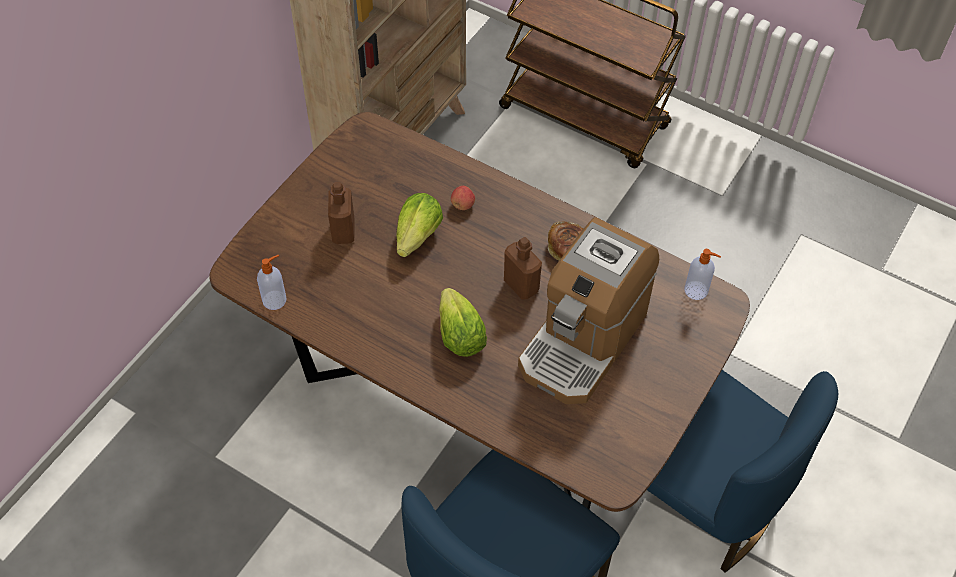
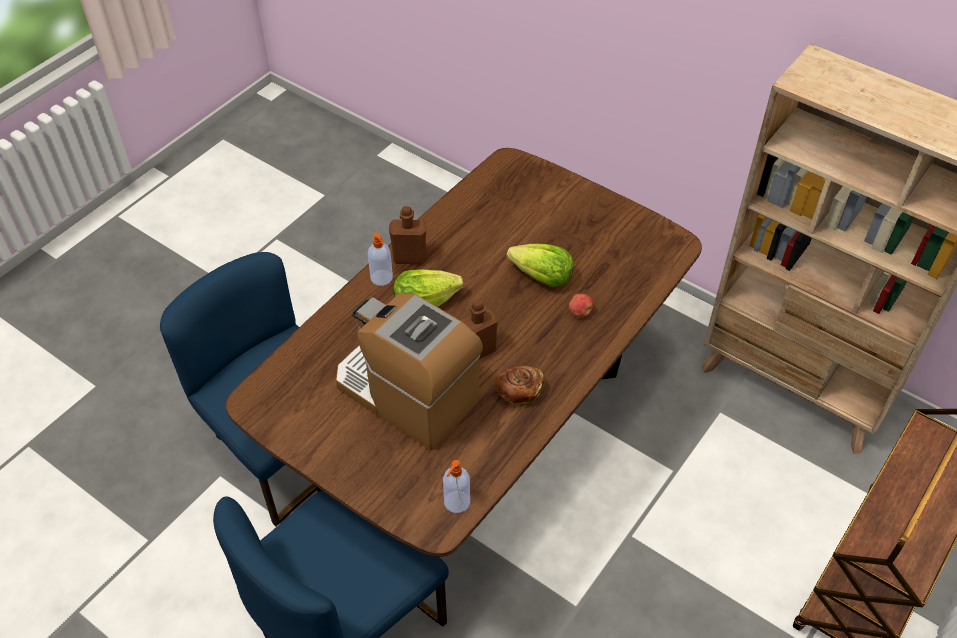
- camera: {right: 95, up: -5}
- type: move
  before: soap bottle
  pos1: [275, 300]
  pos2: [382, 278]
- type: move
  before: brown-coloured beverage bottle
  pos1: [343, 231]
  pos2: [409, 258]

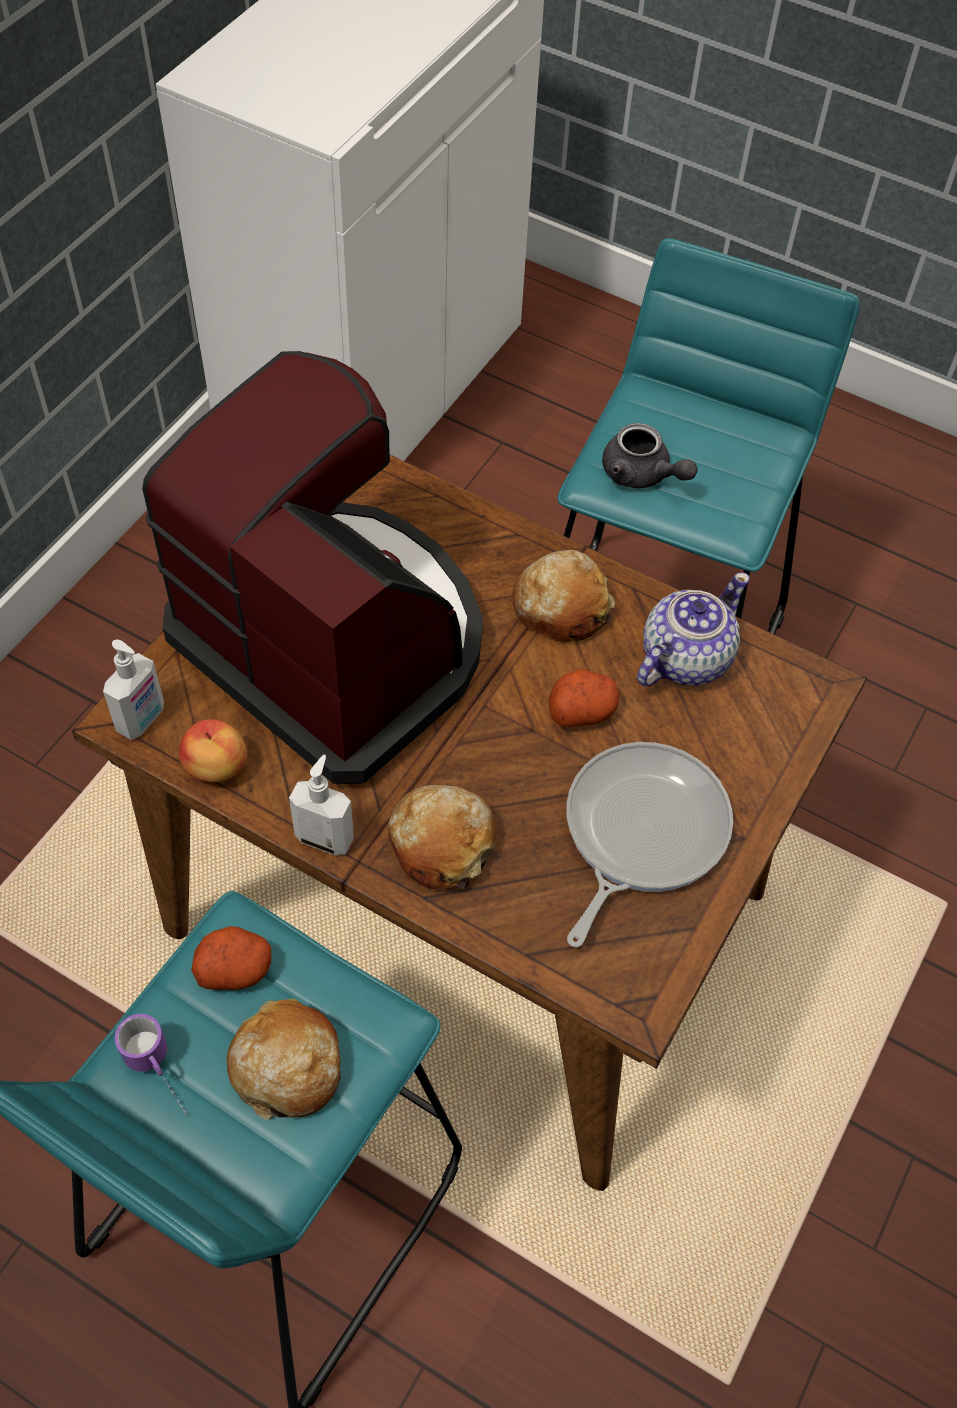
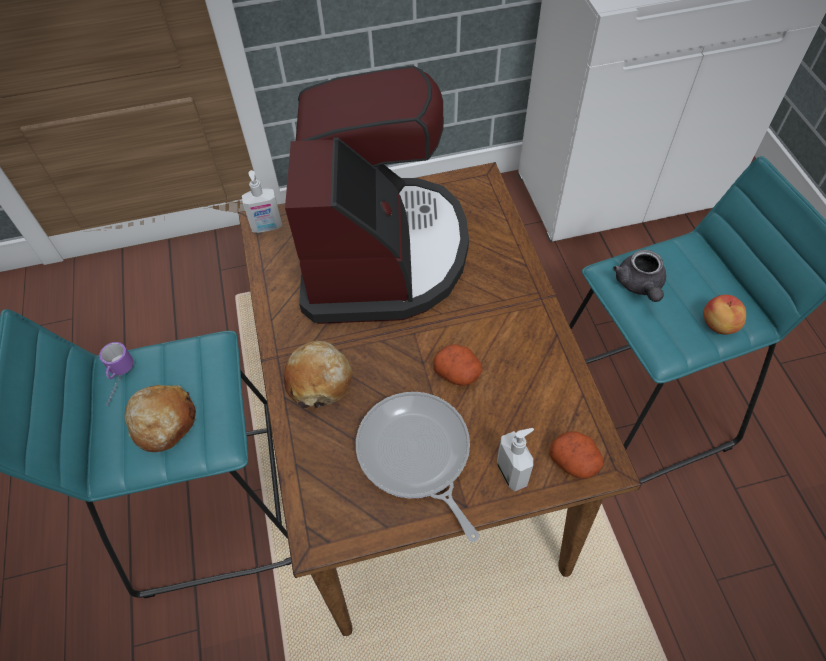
- camera: {right: 50, up: 0}
- type: rotate
  before: skillet
  pos1: [640, 832]
  pos2: [416, 455]
  turn: -105
- type: move
  before: soap bottle
  pos1: [325, 837]
  pos2: [512, 472]
- type: move
  before: spud
  pos1: [235, 968]
  pos2: [575, 461]
- type: move
  before: apple fruit
  pos1: [216, 768]
  pos2: [718, 325]
- type: delete
  before: baked bread
  pos1: [561, 607]
- type: delete
  before: teapot
  pos1: [684, 658]

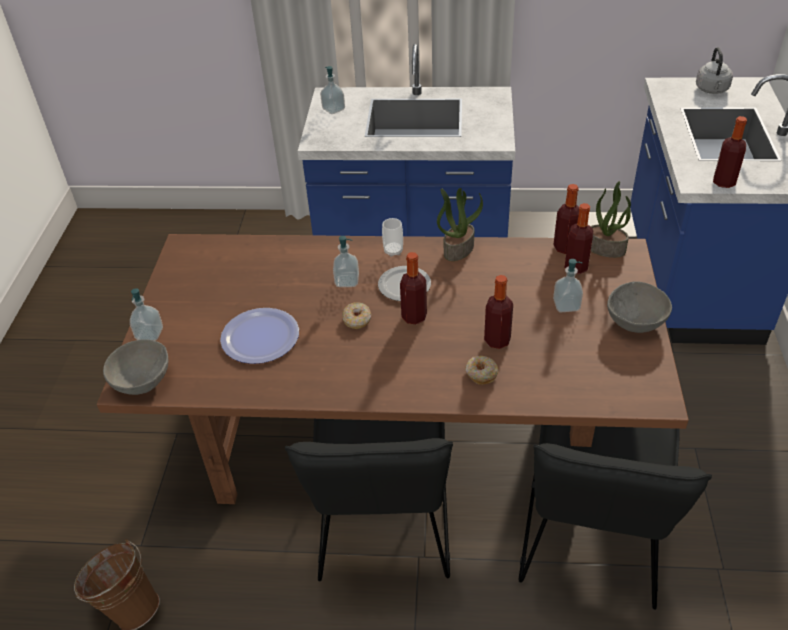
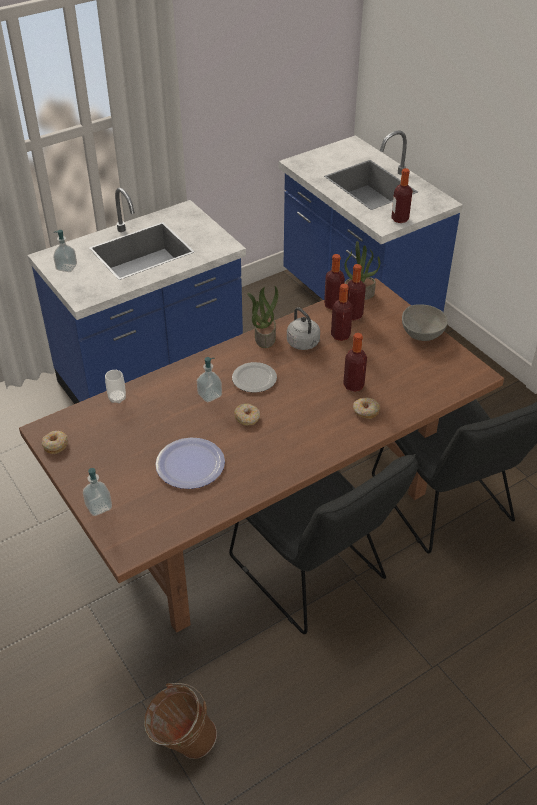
- camera: {right: -40, up: 0}
- type: insert
  after: ring doughnut
  pos2: [55, 445]
- type: move
  before: drinking cup
  pos1: [393, 251]
  pos2: [117, 398]
- type: move
  before: greyish tea kettle
  pos1: [712, 90]
  pos2: [304, 344]
- type: move
  before: beverage bottle
  pos1: [414, 317]
  pos2: [340, 335]
- type: delete
  before: greyish serving bowl
  pos1: [143, 381]
- type: delete
  before: soap bottle
  pos1: [566, 305]

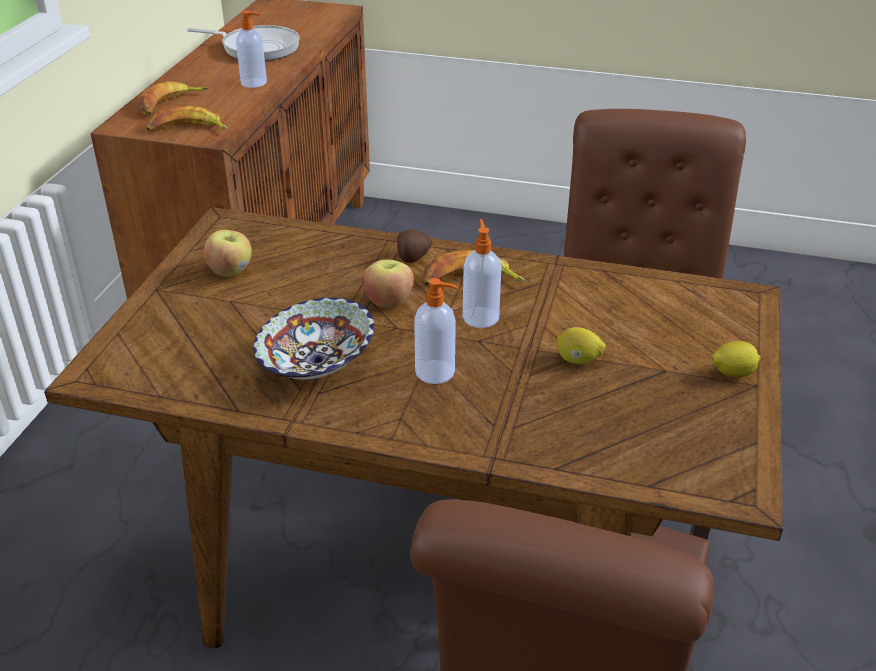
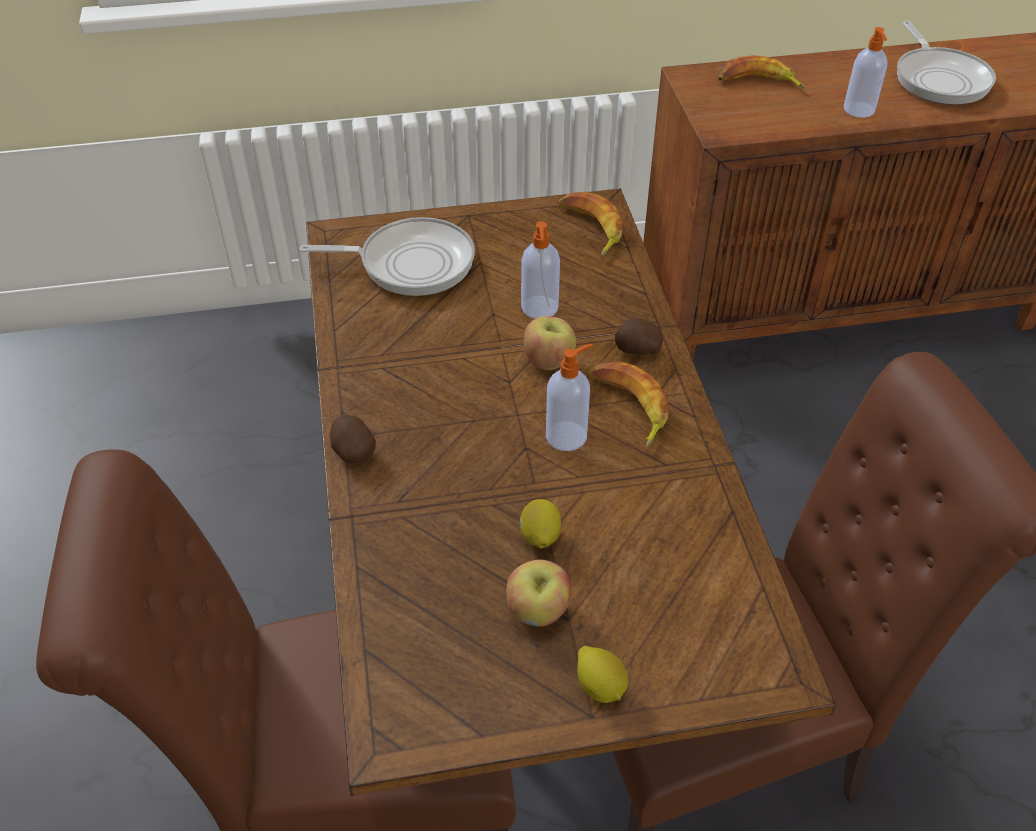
- camera: {right: 65, up: 10}
- type: insert
  after: skillet
  pos2: [410, 263]
- type: insert
  after: spud
  pos2: [352, 451]
- type: move
  before: apple fruit
  pos1: [230, 271]
  pos2: [538, 611]
- type: move
  before: soap bottle
  pos1: [436, 372]
  pos2: [539, 308]
- type: move
  before: banana
  pos1: [187, 129]
  pos2: [590, 228]
- type: delete
  before: serving bowl
  pos1: [318, 365]

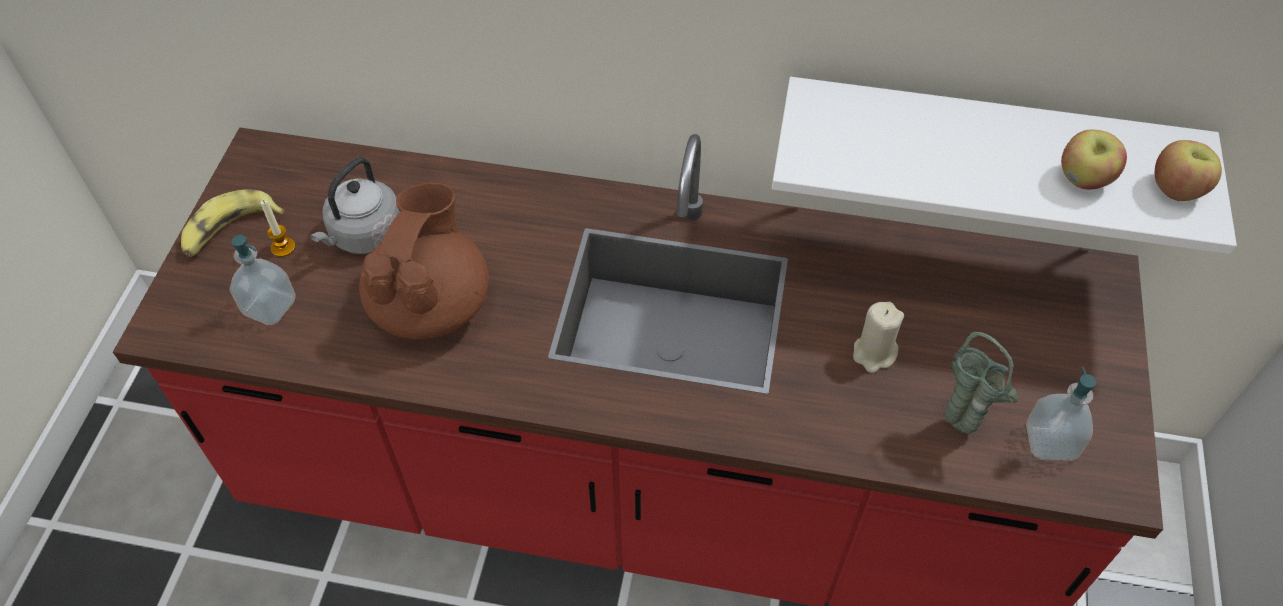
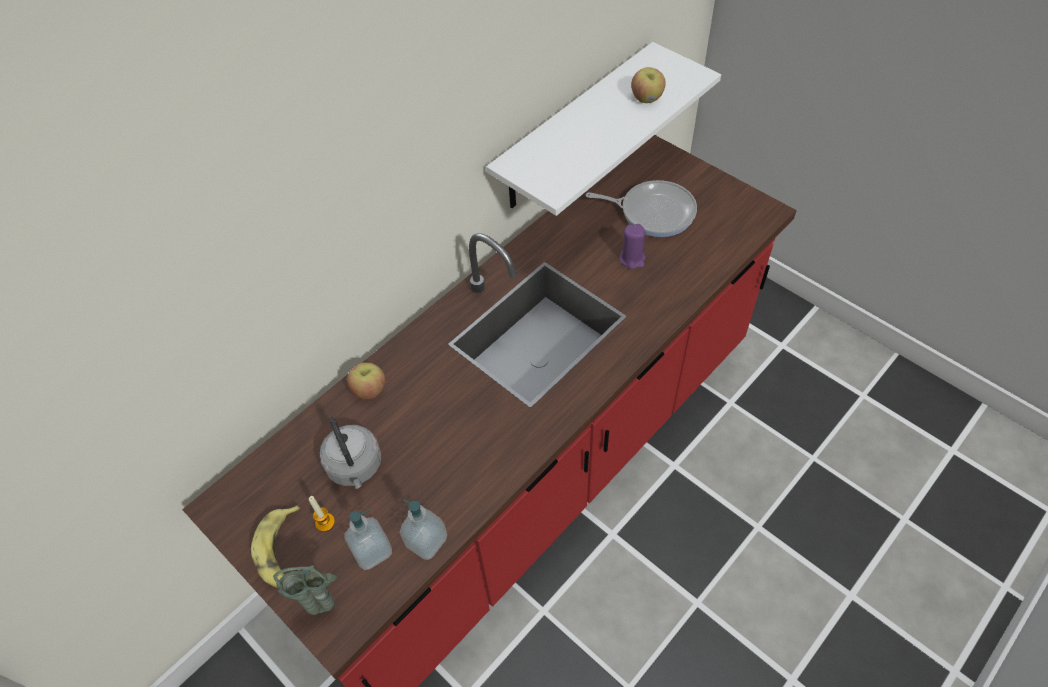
- camera: {right: -55, up: 0}
- type: move
  before: green-coloured decorative vase
  pos1: [961, 430]
  pos2: [327, 609]
- type: move
  before: apple fruit
  pos1: [1176, 189]
  pos2: [369, 390]
- type: move
  before: soap bottle
  pos1: [1050, 441]
  pos2: [426, 541]
- type: insert
  after: skillet
  pos2: [653, 212]
- type: recolor
  before: beige-coloured wax light
  after: purplish wax light
  pos1: [874, 353]
  pos2: [632, 259]
- type: delete
  before: brown-coloured teapot
  pos1: [431, 304]

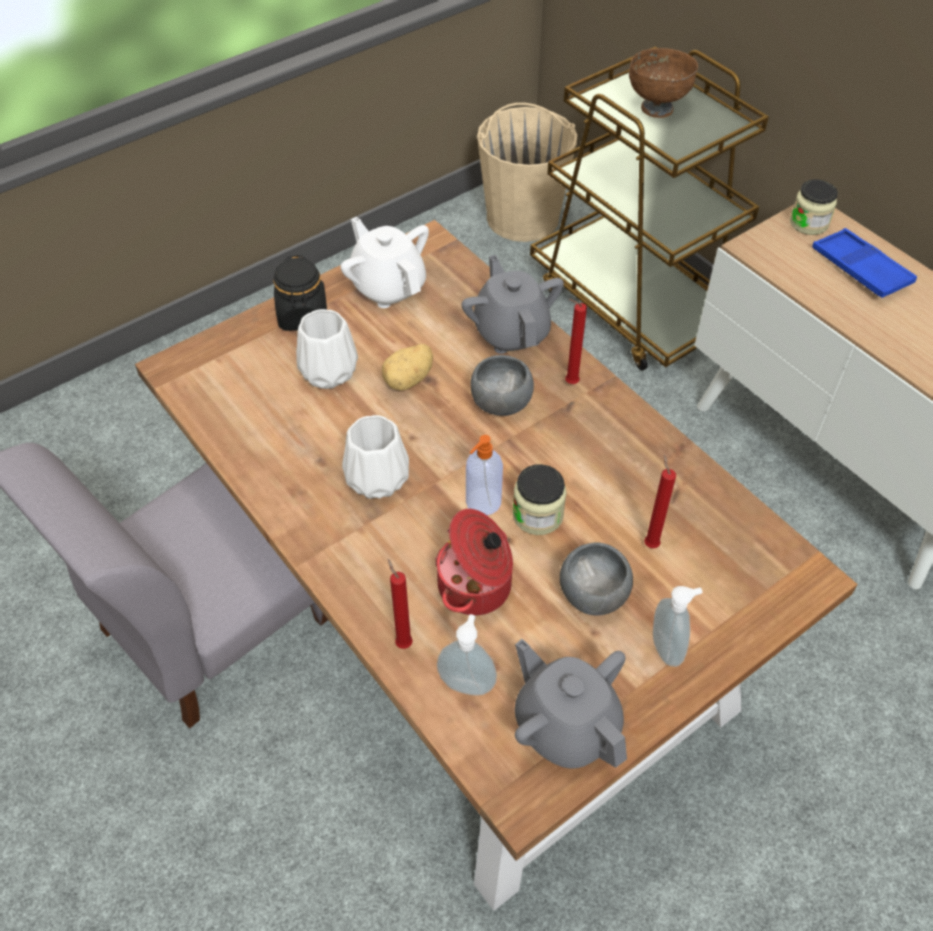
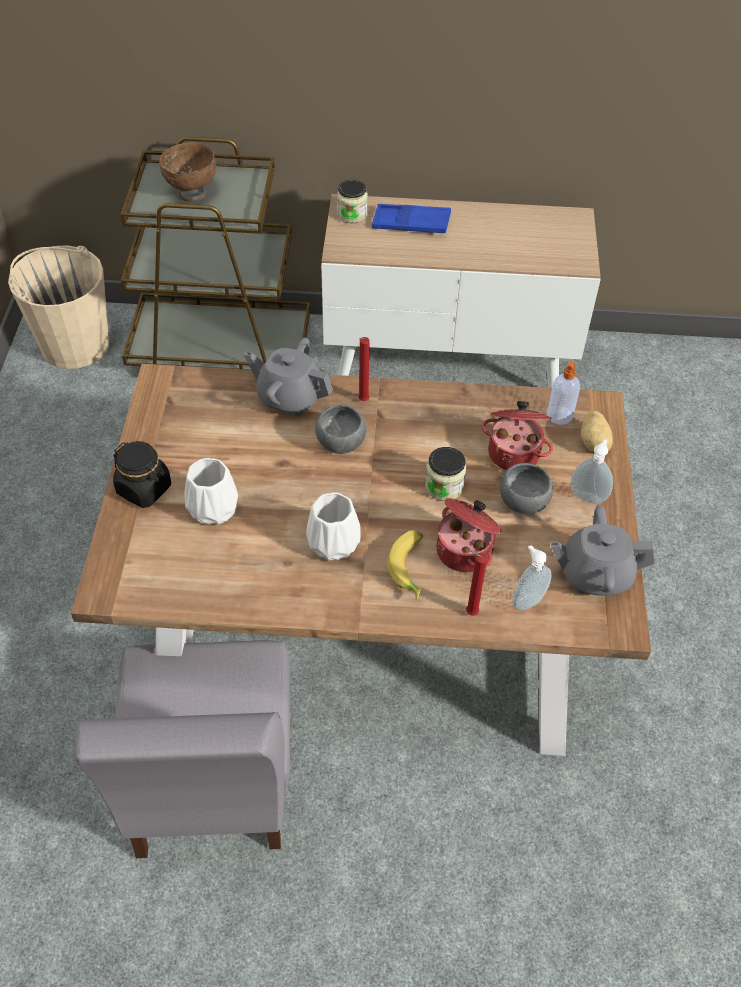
- camera: {right: -50, up: 0}
- type: insert
  after: banana
  pos2: [411, 568]
- type: replace
  before: red wax light
  after: cooking pot
  pos1: [650, 543]
  pos2: [514, 452]
- type: move
  before: soap bottle
  pos1: [482, 502]
  pos2: [560, 416]
- type: move
  before: spud
  pos1: [409, 380]
  pos2: [594, 442]
- type: delete
  before: white-coloured teapot
  pos1: [388, 287]

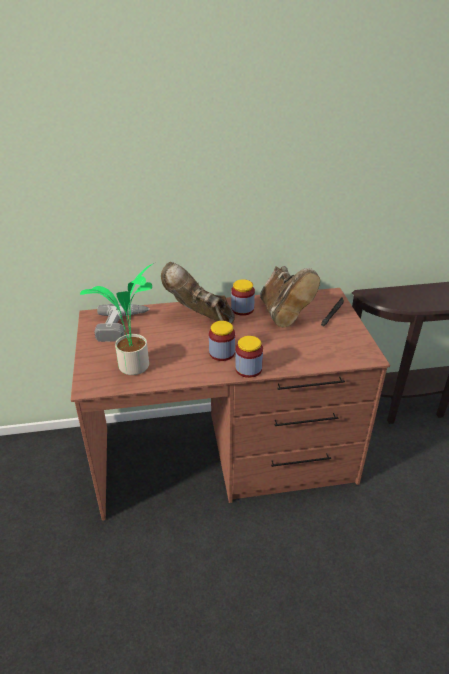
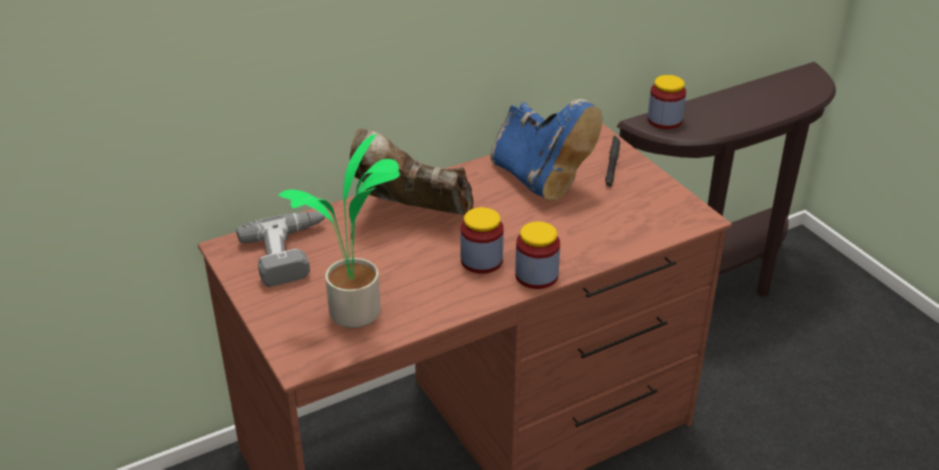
- camera: {right: -20, up: 0}
- type: recolor
  before: brown-coloured tall boot
  after: bluish tall boot
  pos1: [283, 314]
  pos2: [540, 181]
- type: move
  before: jar
  pos1: [242, 309]
  pos2: [664, 120]

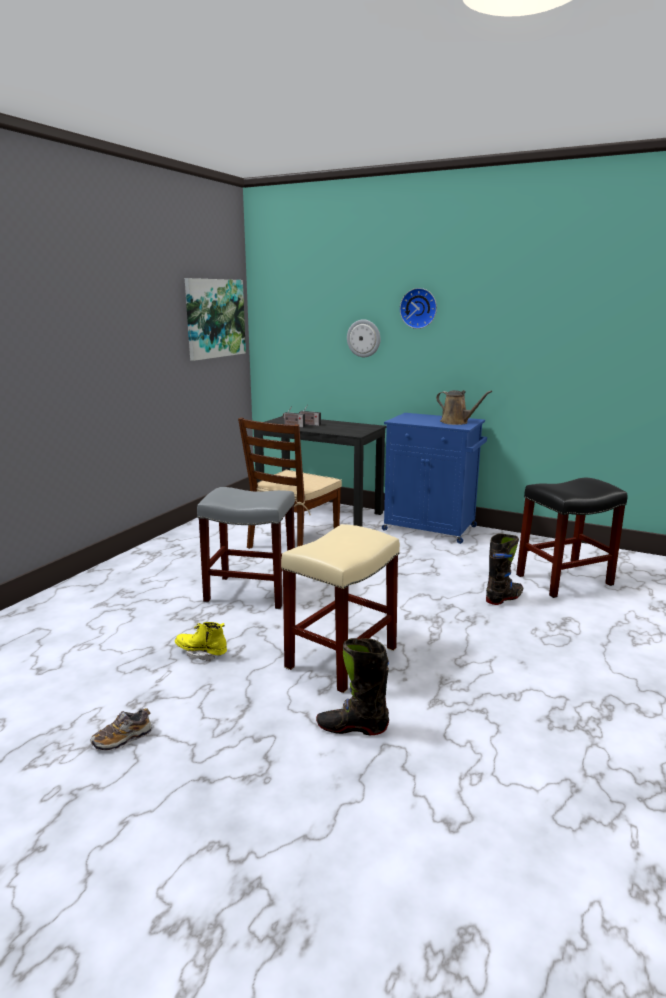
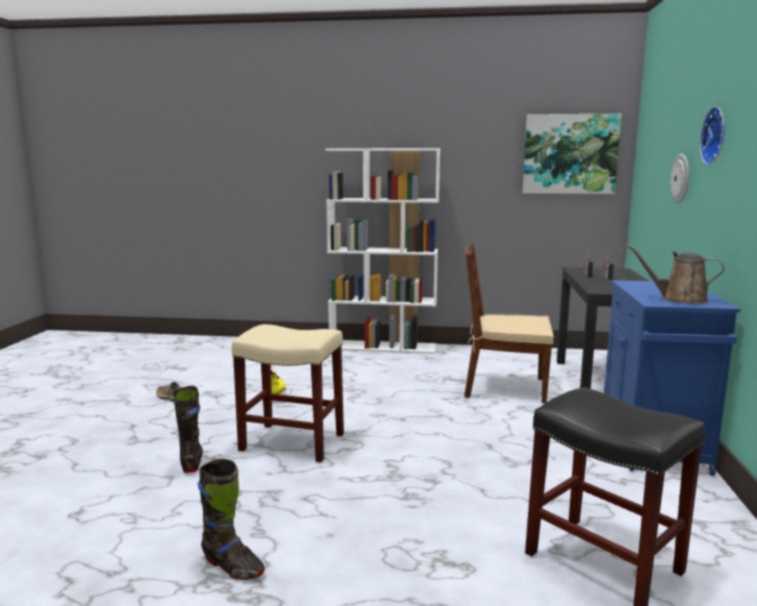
- camera: {right: 70, up: -5}
- type: move
  before: black tall boot
  pos1: [504, 598]
  pos2: [232, 566]
- type: insert
  after: white-coloured bookshelf
  pos2: [383, 347]
- type: rotate
  before: brown-coloured watering pot
  pos1: [456, 422]
  pos2: [679, 299]
  turn: 90
- type: delete
  before: greyish stool seat
  pos1: [249, 592]

